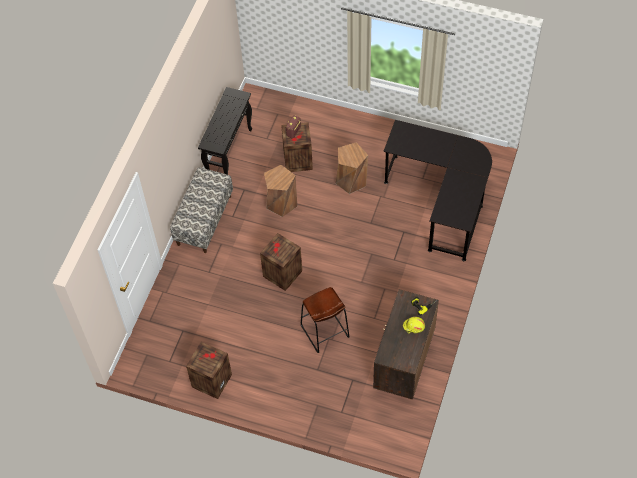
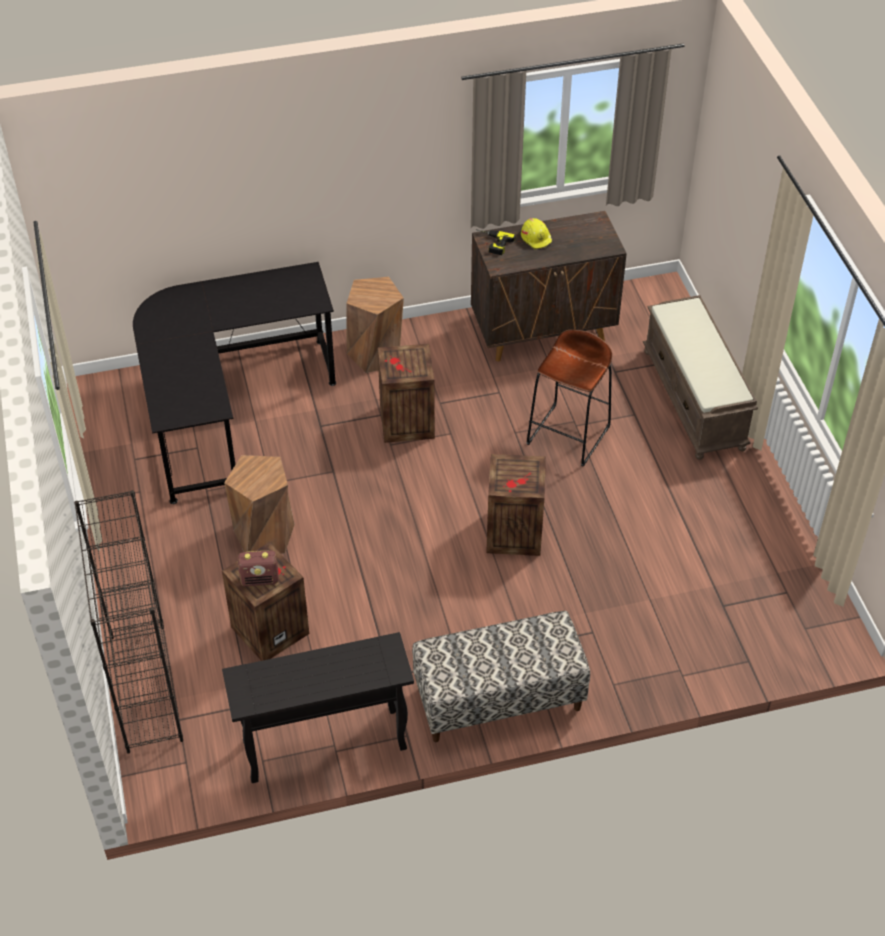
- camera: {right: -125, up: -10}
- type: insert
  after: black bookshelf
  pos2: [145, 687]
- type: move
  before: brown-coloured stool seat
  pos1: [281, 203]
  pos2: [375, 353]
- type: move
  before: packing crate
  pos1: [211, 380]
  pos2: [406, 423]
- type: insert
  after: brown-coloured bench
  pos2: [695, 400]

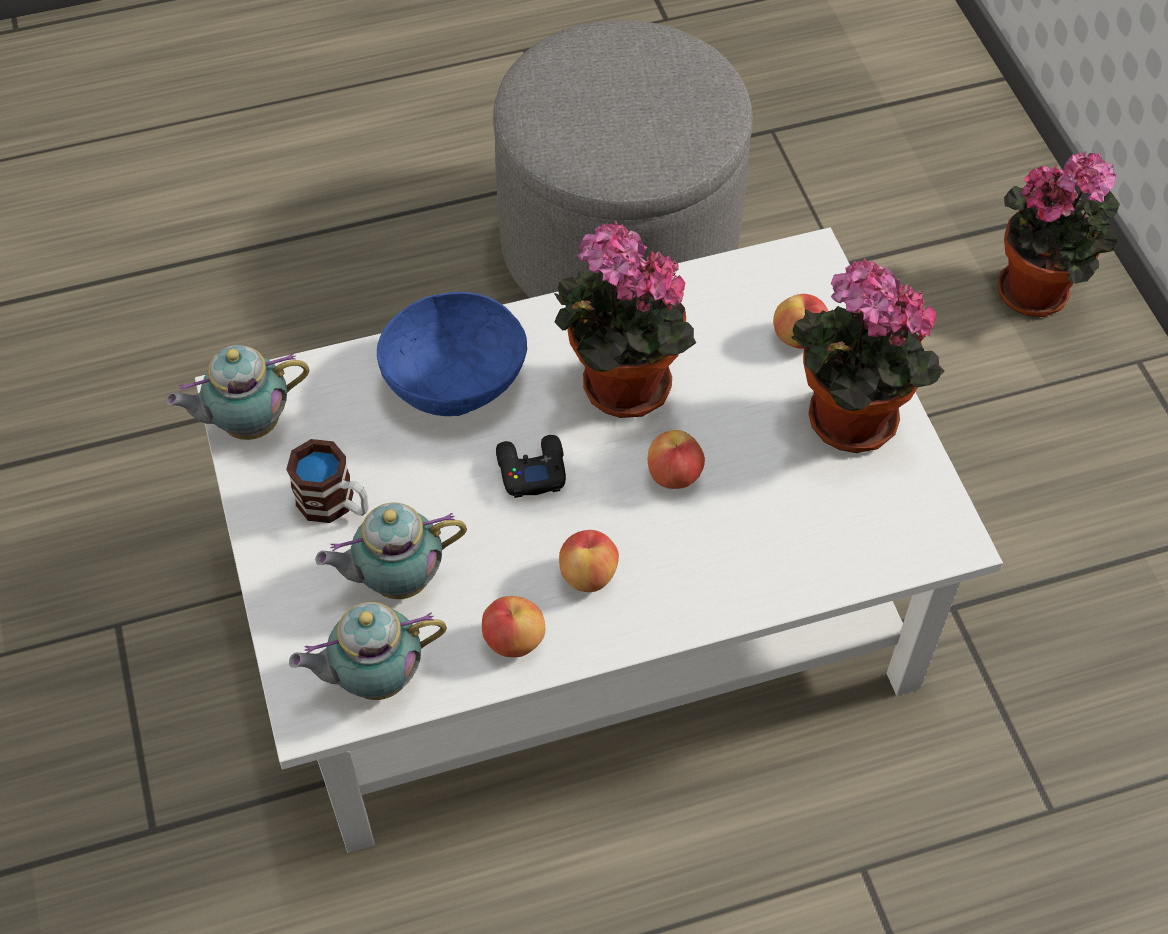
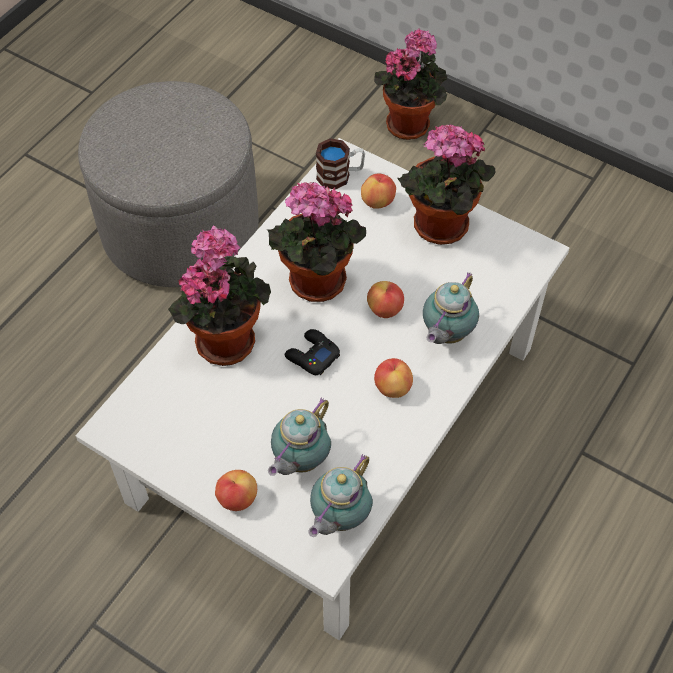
- camera: {right: -40, up: 0}
- type: replace
  before: bluish serving bowl
  after: plant in a pot
  pos1: [455, 379]
  pos2: [225, 337]
- type: move
  before: apple fruit
  pos1: [513, 640]
  pos2: [237, 499]
- type: move
  before: coffee mug
  pos1: [335, 504]
  pos2: [340, 175]
- type: move
  before: teapot
  pos1: [247, 424]
  pos2: [446, 334]

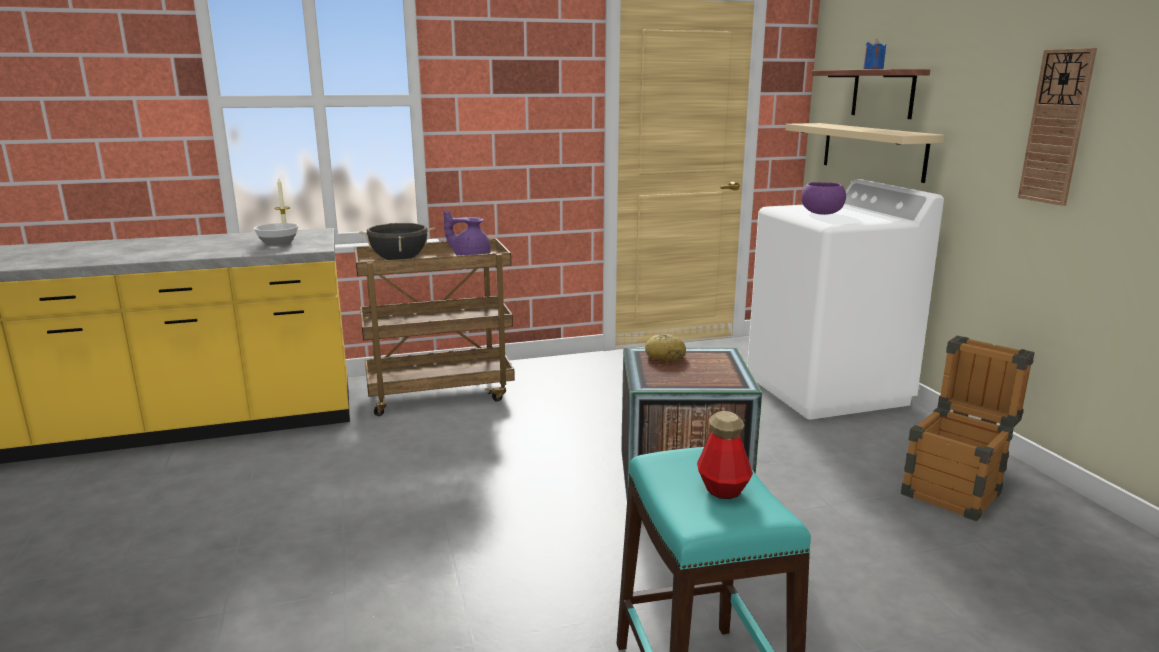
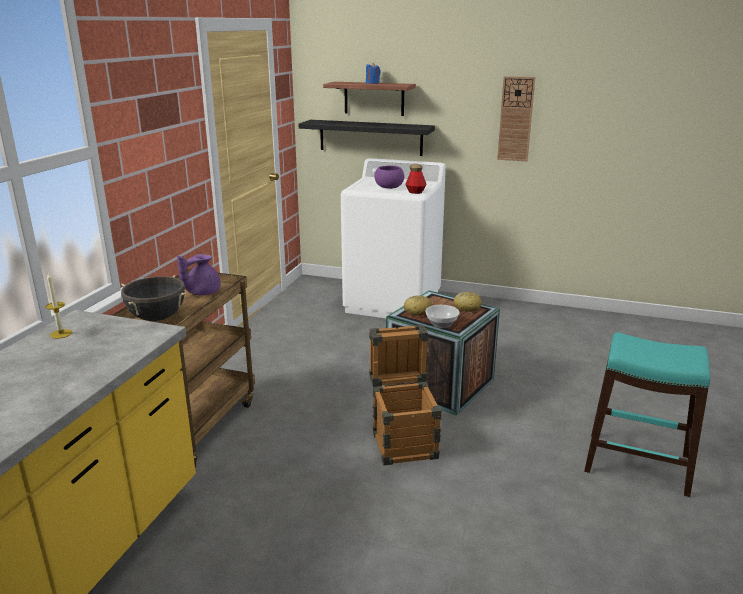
- camera: {right: -55, up: 5}
- type: recolor
  before: beige-coloured wall shelf
  after: black wall shelf
  pos1: [872, 150]
  pos2: [370, 137]
- type: move
  before: packing crate
  pos1: [956, 489]
  pos2: [403, 439]
- type: move
  before: beverage bottle
  pos1: [723, 489]
  pos2: [415, 192]
- type: move
  before: serving bowl
  pos1: [279, 244]
  pos2: [442, 324]
- type: insert
  after: baked bread
  pos2: [466, 307]

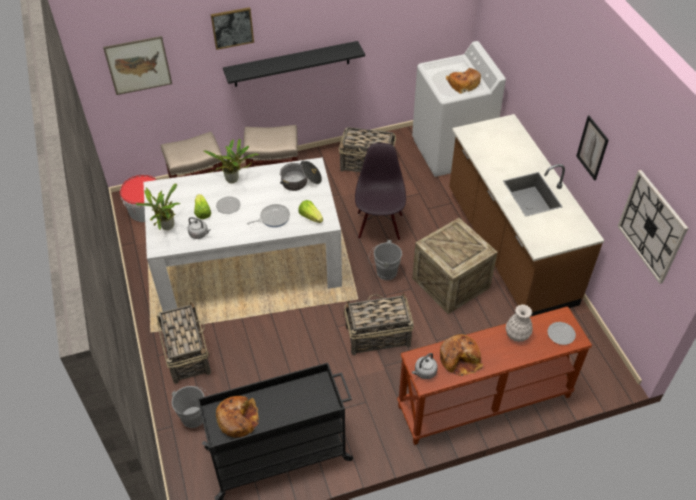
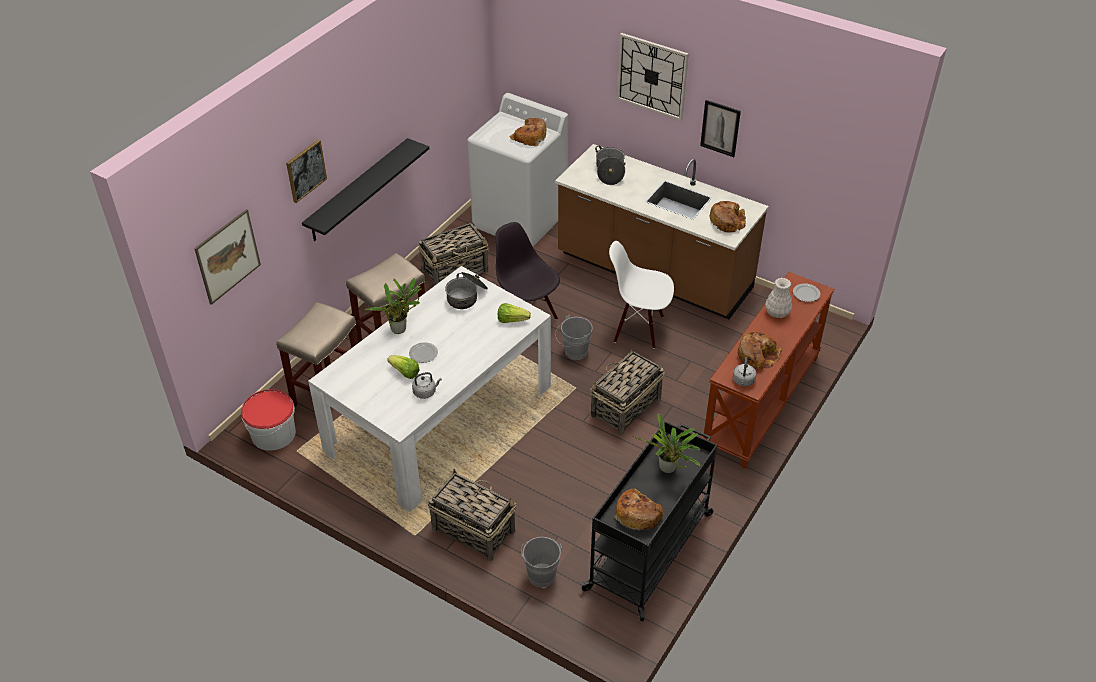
- camera: {right: -40, up: -5}
- type: insert
  after: cooking pot
  pos2: [609, 172]
- type: replace
  before: packing crate
  after: white-coloured plain chair
  pos1: [451, 283]
  pos2: [638, 328]
- type: move
  before: wall clock
  pos1: [652, 226]
  pos2: [652, 76]
- type: move
  before: plant in a pot
  pos1: [167, 228]
  pos2: [668, 470]
- type: insert
  after: baked bread
  pos2: [727, 221]
- type: delete
  before: skillet
  pos1: [273, 218]

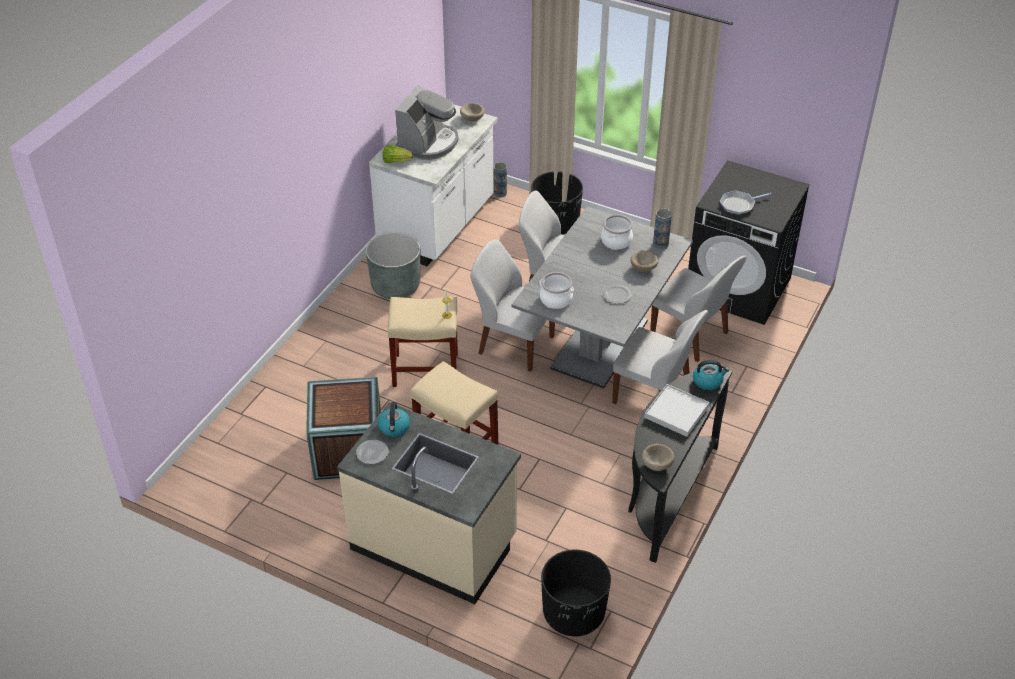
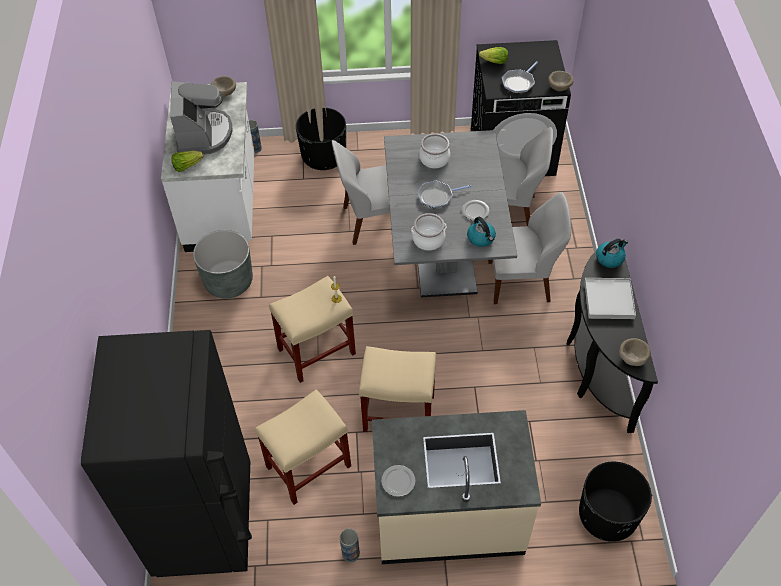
- camera: {right: -30, up: 10}
- type: insert
  after: black kitchen fridge
  pos2: [205, 520]
- type: replace
  before: packing crate
  after: beige-coloured stool seat
  pos1: [348, 451]
  pos2: [307, 467]
- type: move
  before: decorative vase
  pos1: [660, 244]
  pos2: [350, 553]
- type: insert
  after: skillet
  pos2: [437, 196]
- type: move
  before: tea kettle
  pos1: [394, 428]
  pos2: [481, 238]
- type: insert
  after: lettuce
  pos2: [494, 62]
- type: move
  before: beige-coloured serving bowl
  pos1: [644, 268]
  pos2: [560, 87]
- type: delete
  before: white-coloured plain chair
  pos1: [514, 344]

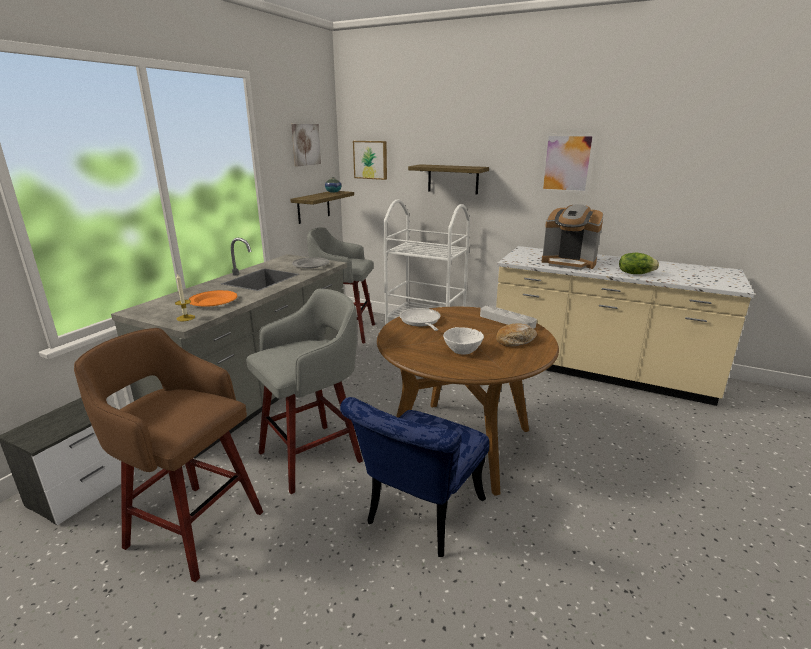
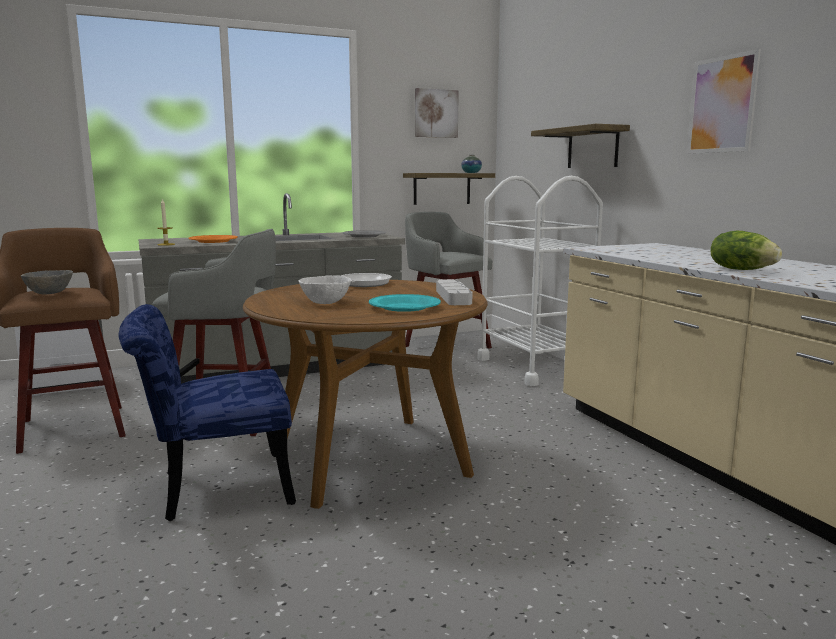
- camera: {right: 40, up: -10}
- type: insert
  after: greyish serving bowl
  pos2: [49, 293]
- type: replace
  before: baked bread
  after: turquoise-coloured flat dish
  pos1: [515, 341]
  pos2: [405, 307]
- type: delete
  before: wall art
  pos1: [371, 160]
- type: delete
  before: coffee maker
  pos1: [569, 263]

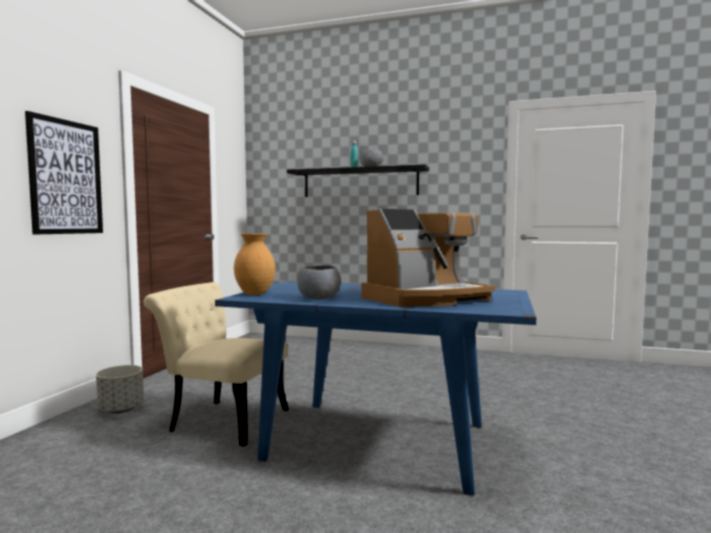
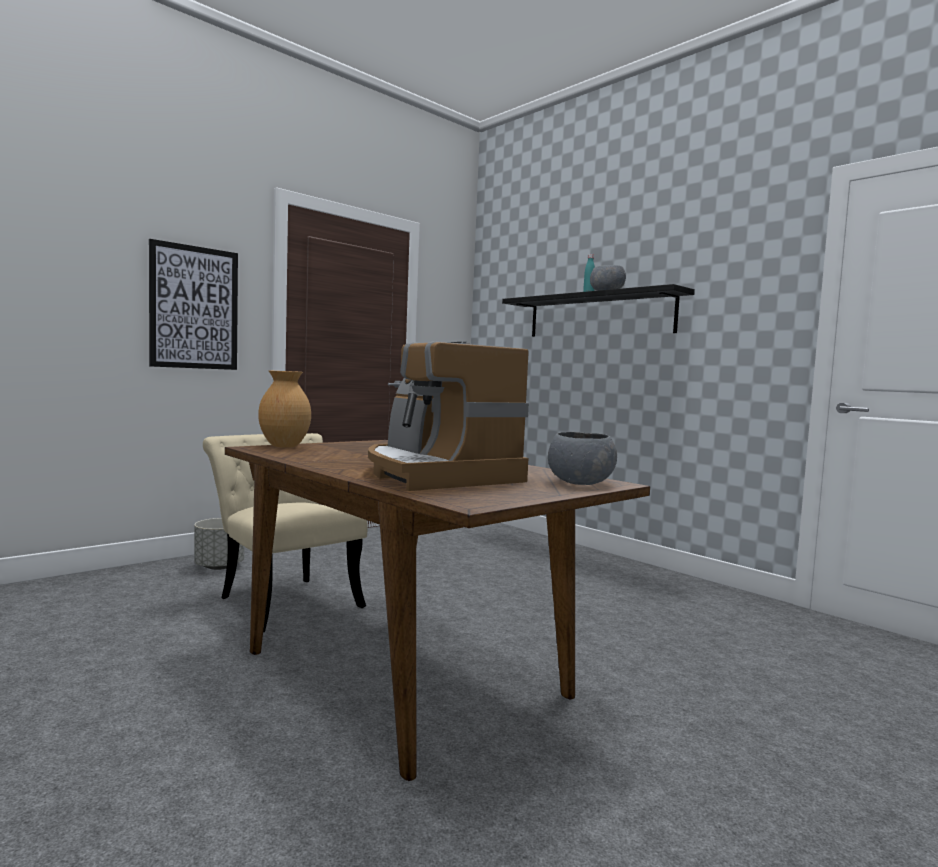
- camera: {right: 30, up: 0}
- type: recolor
  before: bluish dining table
  after: brown-coloured dining table
  pos1: [380, 441]
  pos2: [405, 674]
- type: rotate
  before: coffee maker
  pos1: [425, 299]
  pos2: [436, 475]
  turn: 60
- type: move
  before: greyish serving bowl
  pos1: [318, 298]
  pos2: [579, 483]

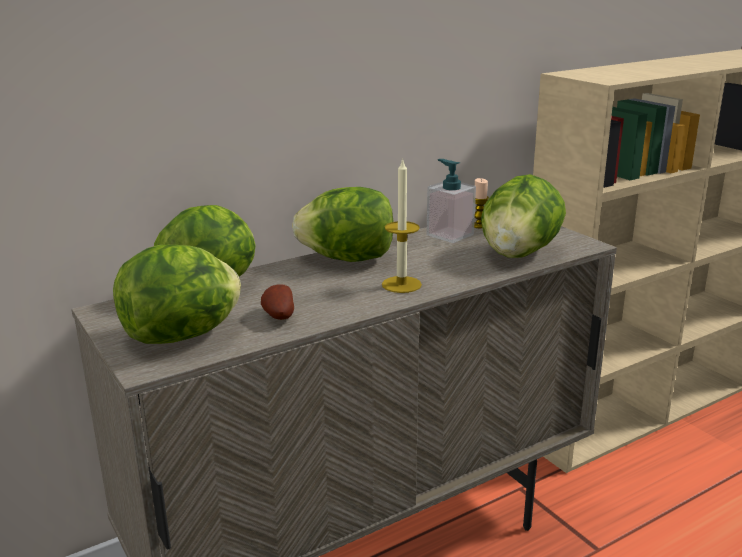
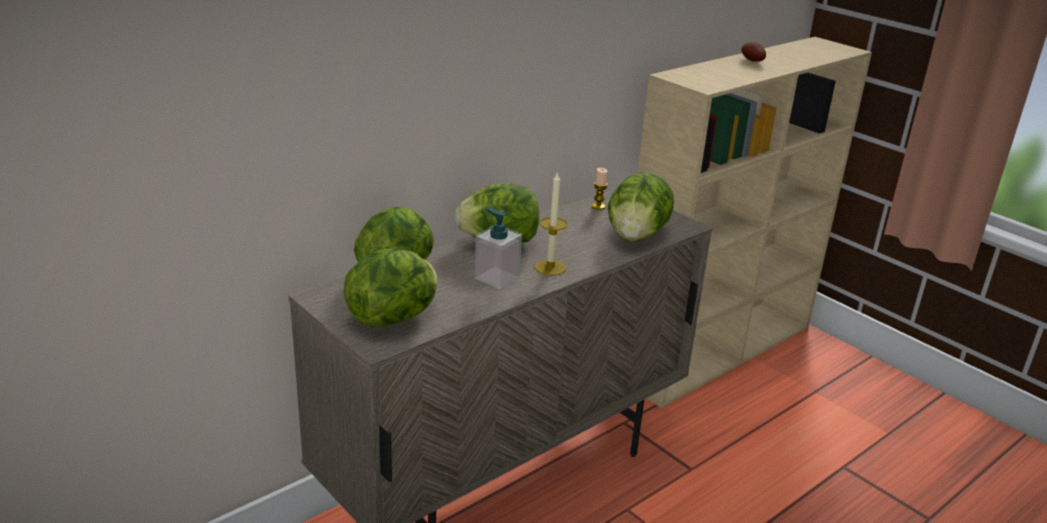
- camera: {right: -10, up: 5}
- type: move
  before: soap bottle
  pos1: [449, 235]
  pos2: [496, 277]
- type: move
  before: spud
  pos1: [278, 316]
  pos2: [751, 61]

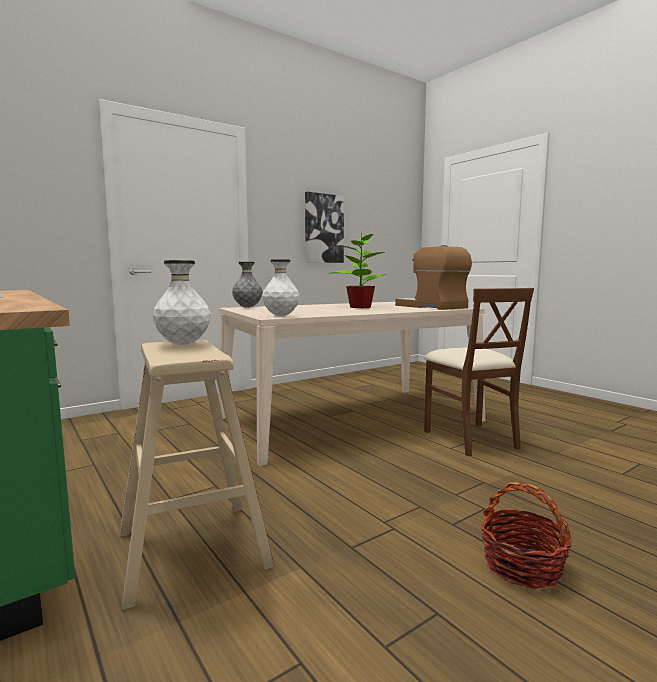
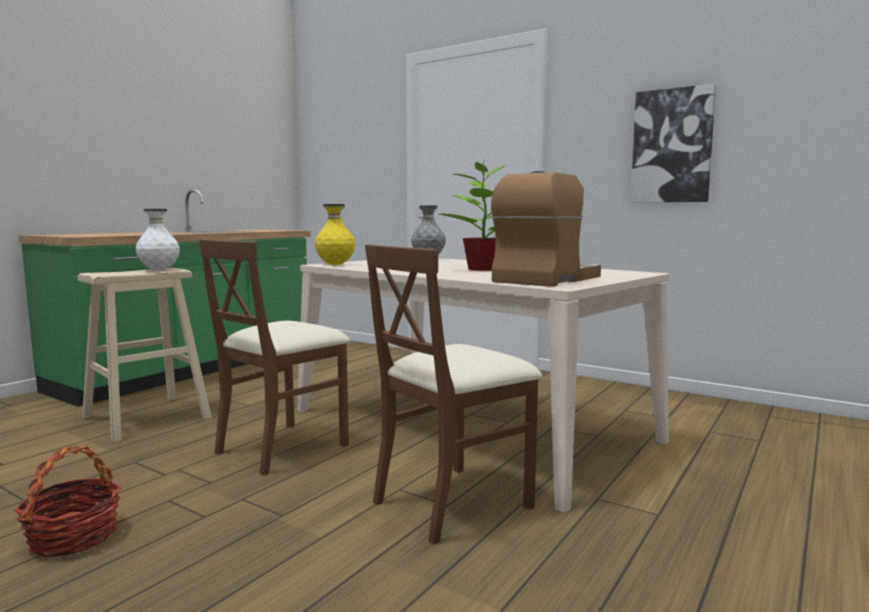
- camera: {right: 70, up: 0}
- type: insert
  after: brown-coloured plain chair
  pos2: [282, 447]
- type: recolor
  before: white-coloured decorative vase
  after: yellow-coloured decorative vase
  pos1: [281, 316]
  pos2: [335, 265]

